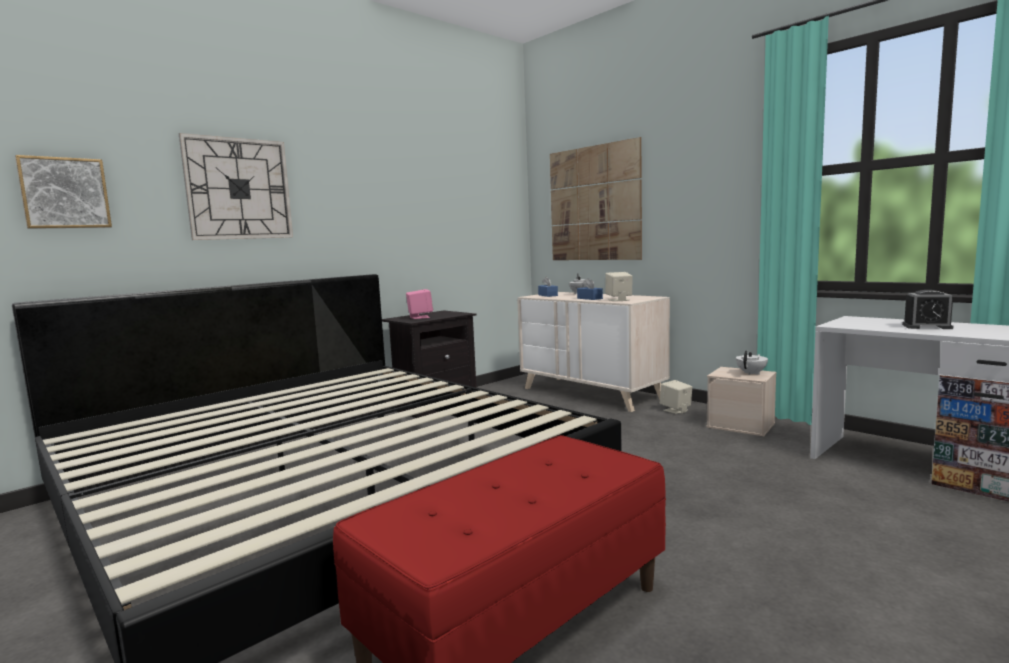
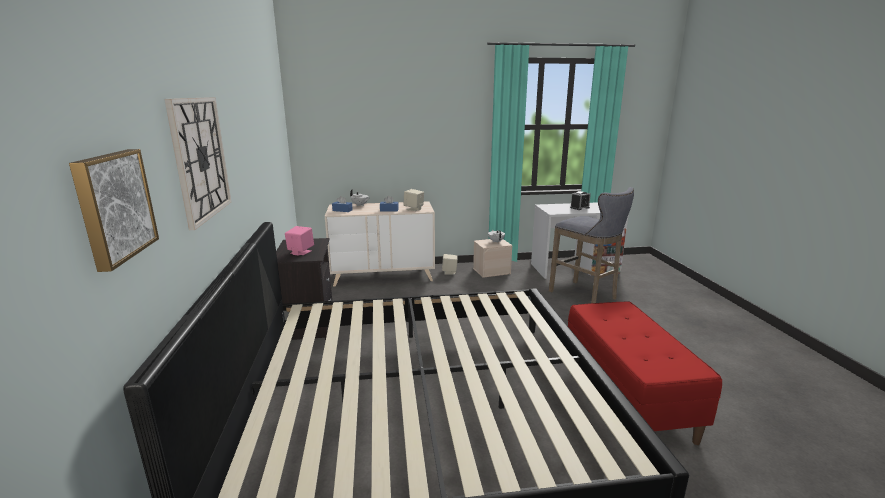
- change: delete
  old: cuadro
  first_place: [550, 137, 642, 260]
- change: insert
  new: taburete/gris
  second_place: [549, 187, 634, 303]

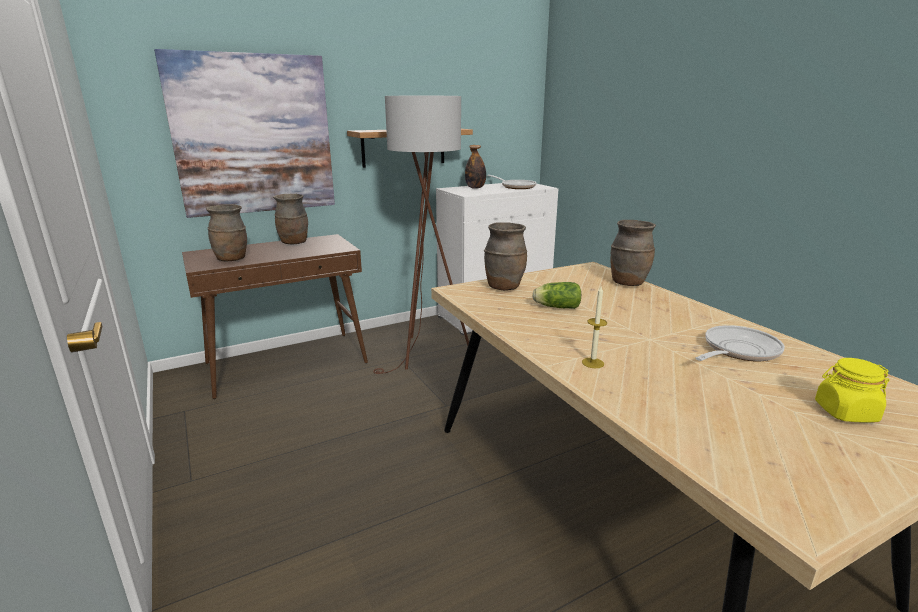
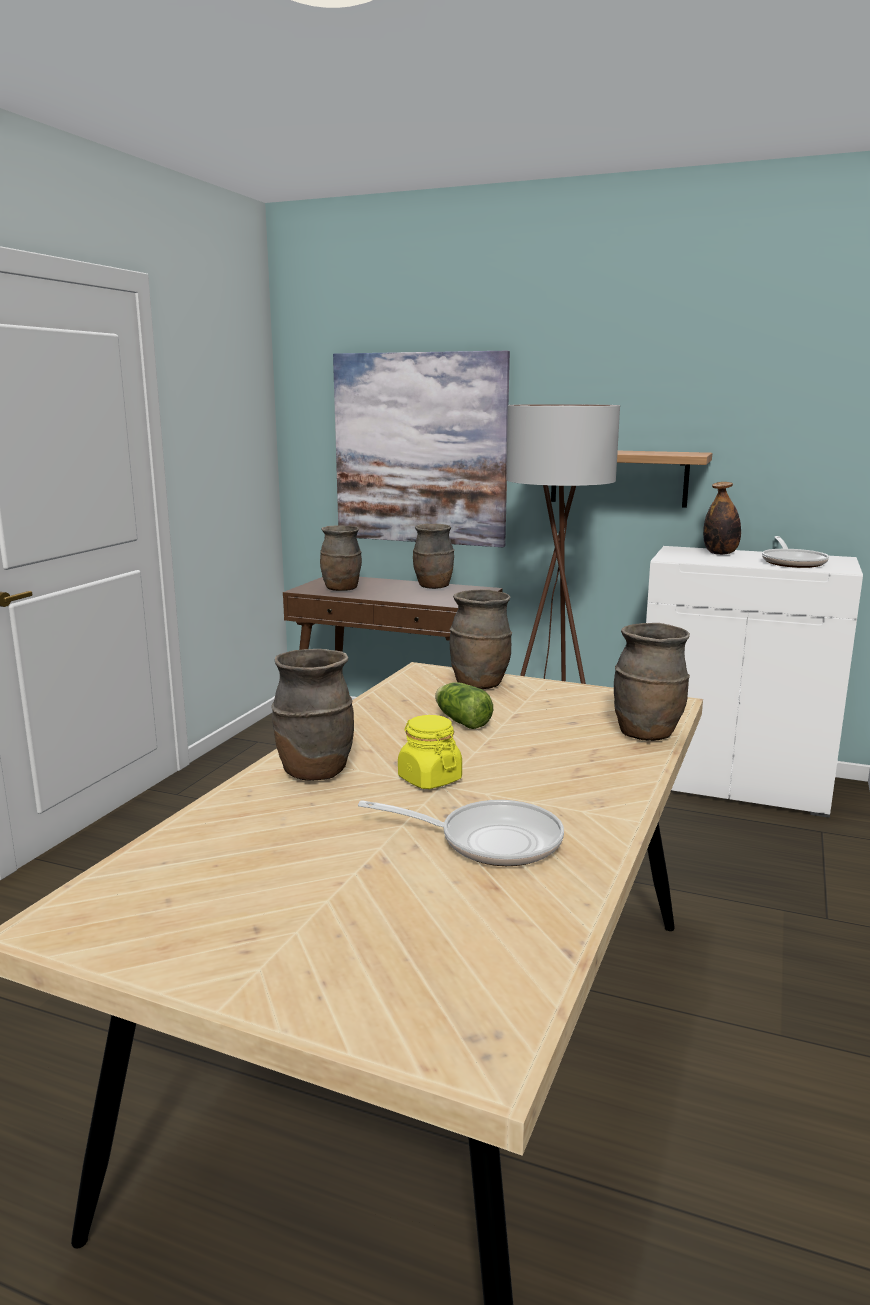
- change: move
  old: tarro/amarillo
  first_place: [815, 358, 889, 423]
  second_place: [398, 715, 462, 789]
- change: replace
  old: vela
  new: florero/marrón
  first_place: [582, 286, 607, 368]
  second_place: [271, 649, 354, 781]

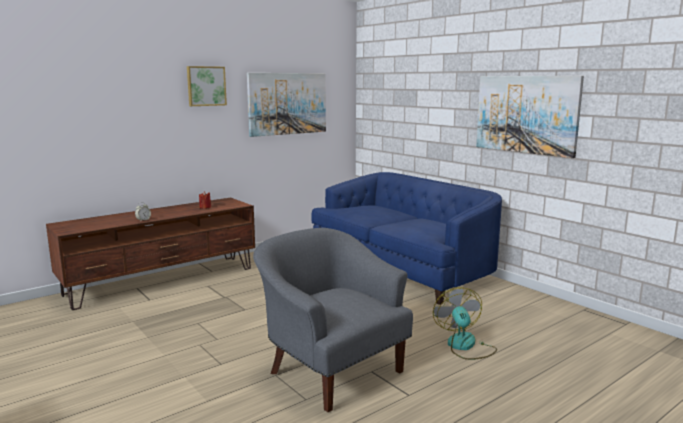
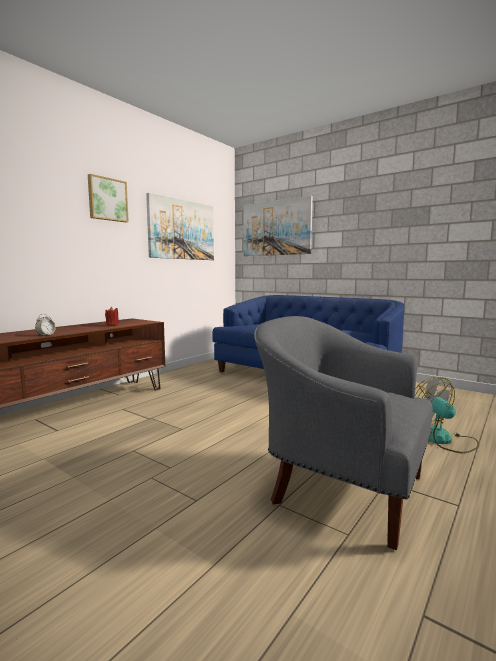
- change: move
  old: cuadro
  first_place: [476, 76, 584, 158]
  second_place: [244, 196, 313, 256]

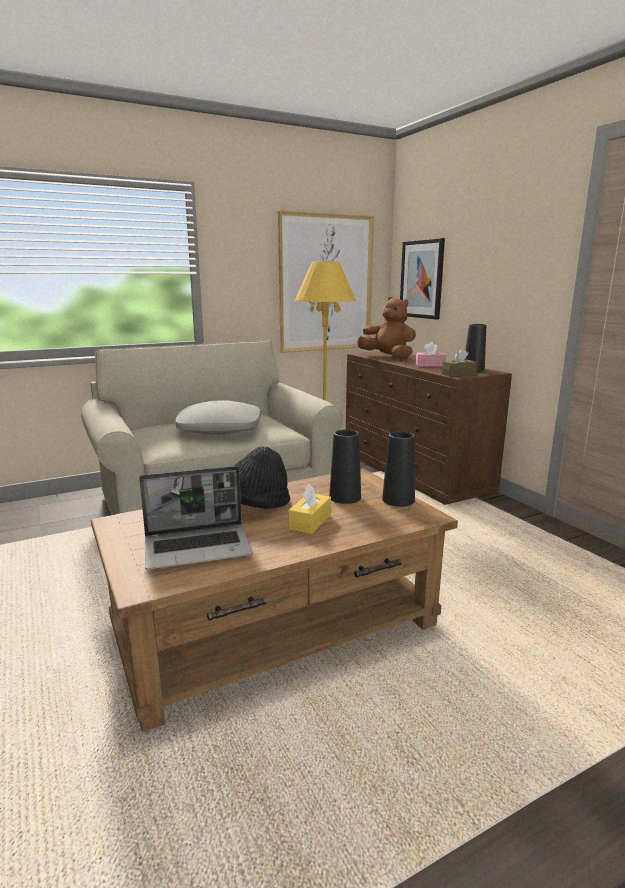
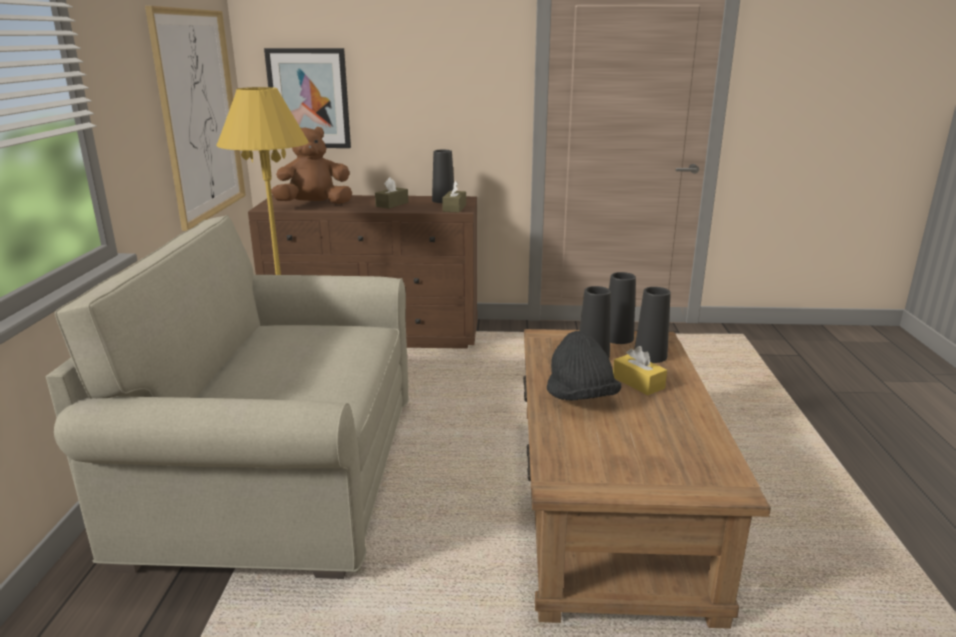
- change: delete
  old: portátil
  first_place: [139, 466, 253, 570]
- change: delete
  old: cojín/gris
  first_place: [175, 400, 261, 435]
- change: insert
  new: florero/negro
  second_place: [634, 287, 671, 363]
- change: recolor
  old: caja de pañuelos/rosa
  new: caja de pañuelos/marrón
  first_place: [416, 342, 446, 367]
  second_place: [375, 177, 408, 209]

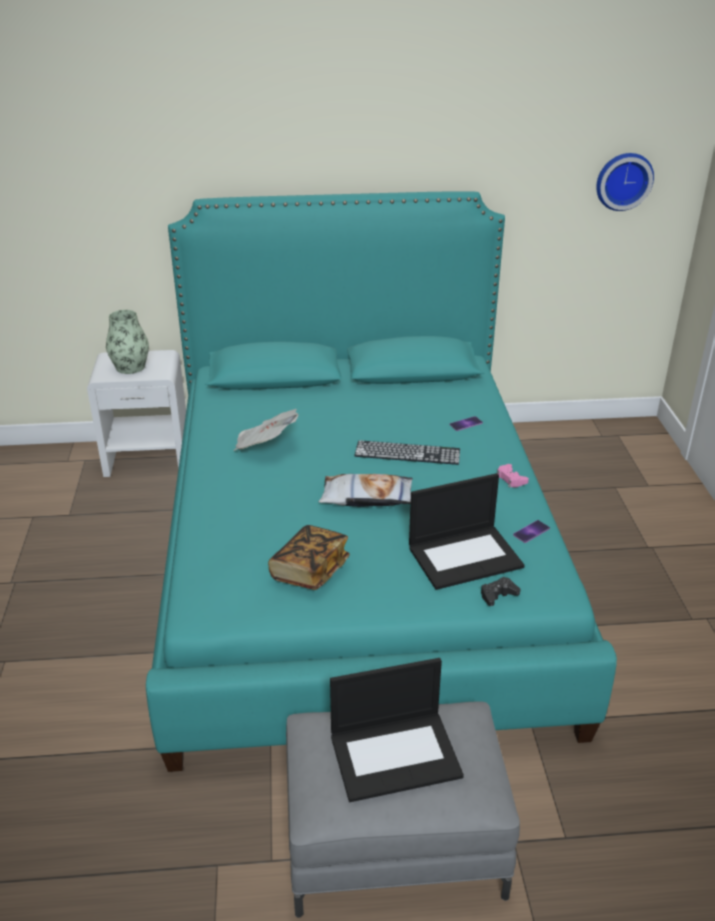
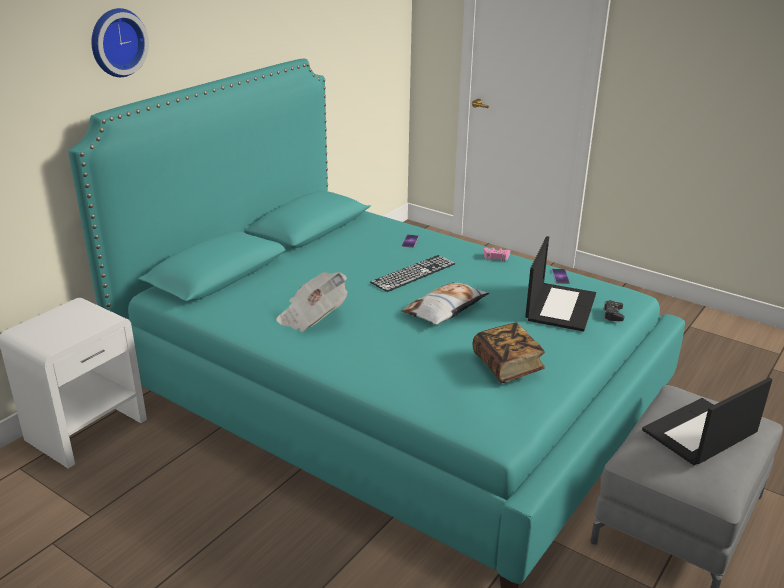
- change: delete
  old: florero
  first_place: [106, 310, 149, 374]
- change: move
  old: reloj de pared
  first_place: [596, 153, 654, 211]
  second_place: [91, 8, 149, 77]
- change: rotate
  old: portátil
  first_place: [330, 658, 464, 802]
  second_place: [642, 377, 772, 465]
  degrees: -150

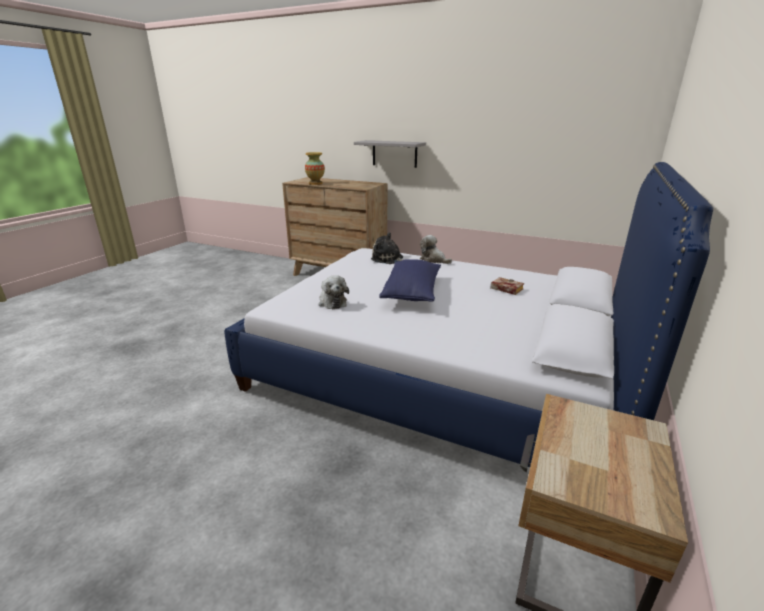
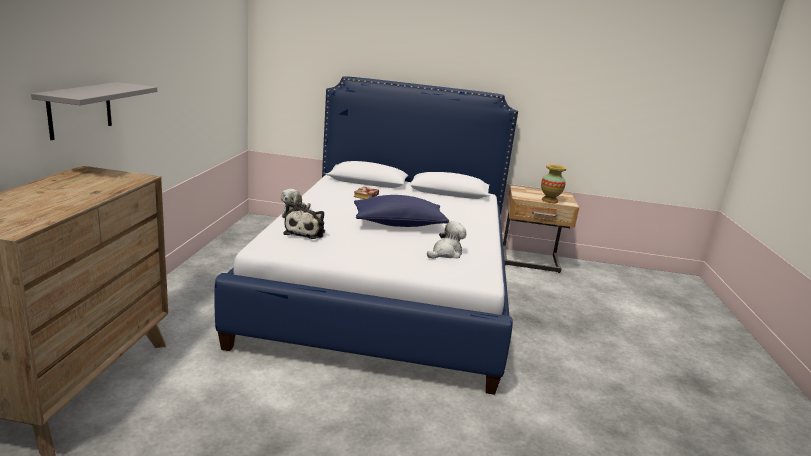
- change: move
  old: florero
  first_place: [305, 152, 325, 185]
  second_place: [541, 164, 566, 203]

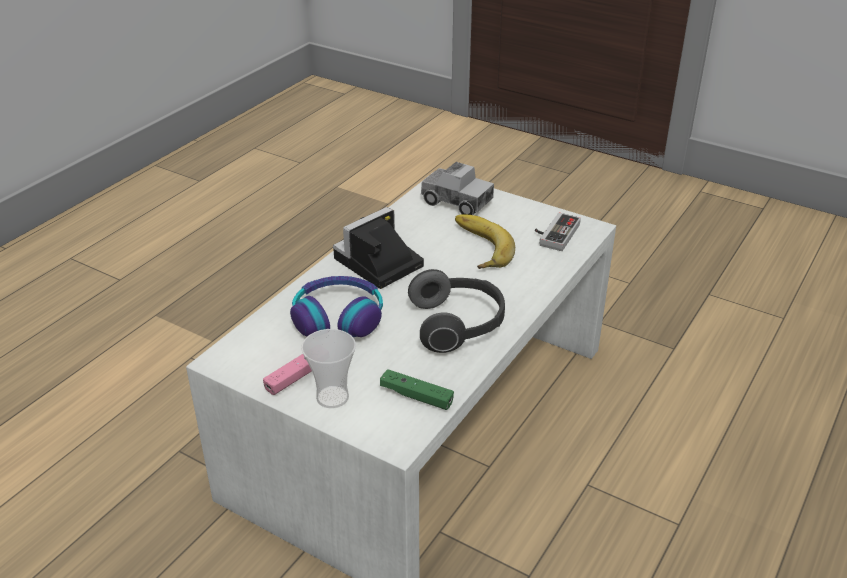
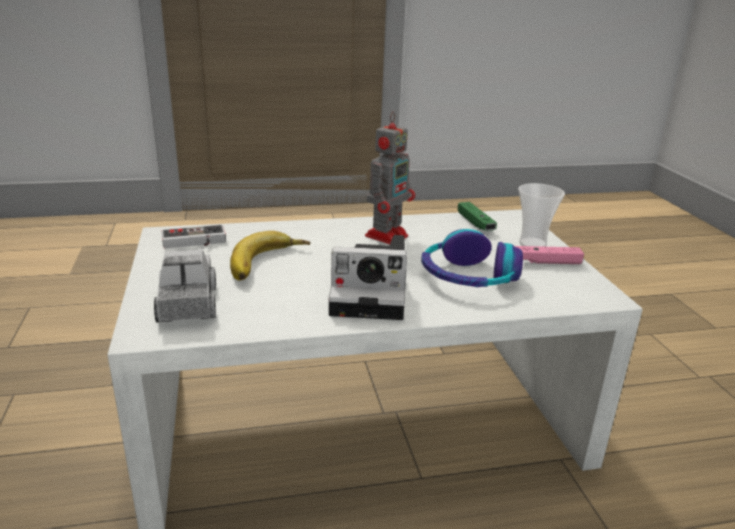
- change: replace
  old: auriculares
  new: robot de juguete
  first_place: [408, 269, 505, 353]
  second_place: [365, 112, 415, 244]

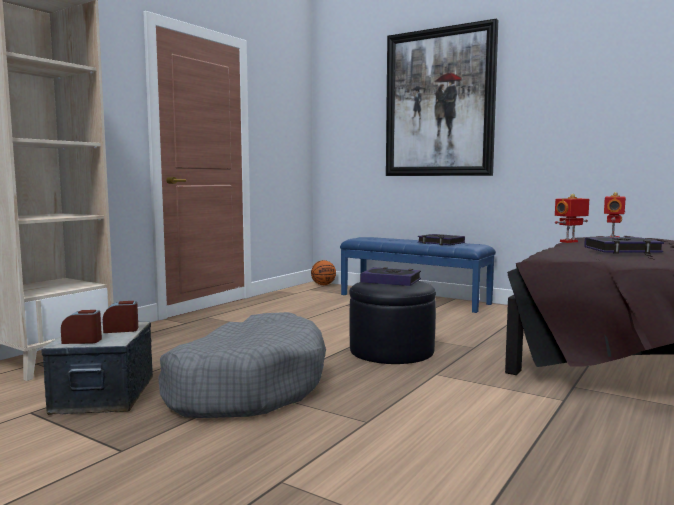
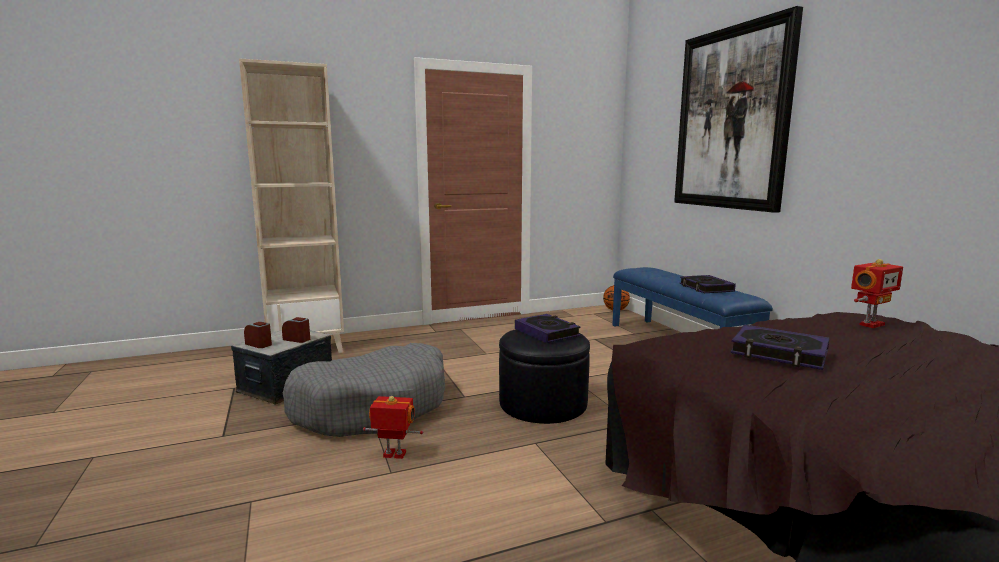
- change: move
  old: robot de juguete
  first_place: [555, 194, 589, 243]
  second_place: [363, 396, 423, 459]

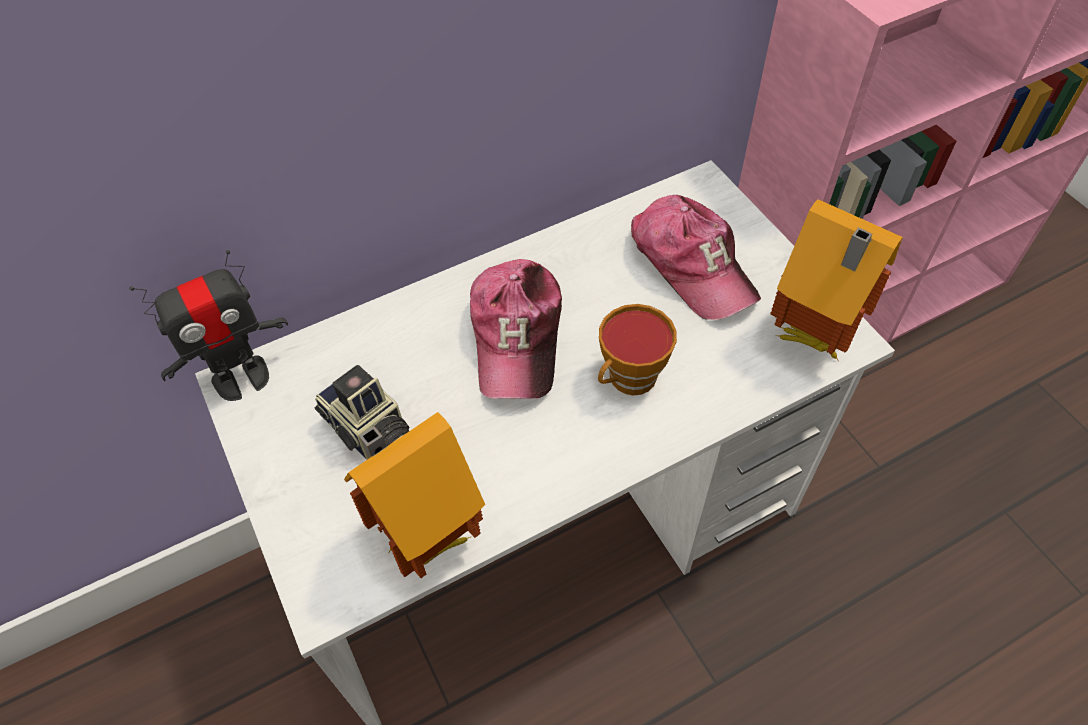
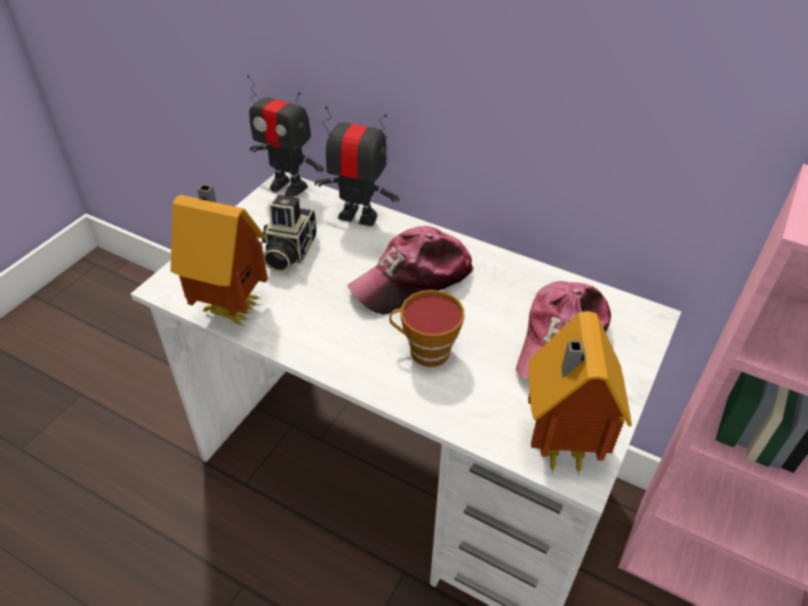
- change: insert
  new: robot de juguete
  second_place: [314, 106, 400, 226]

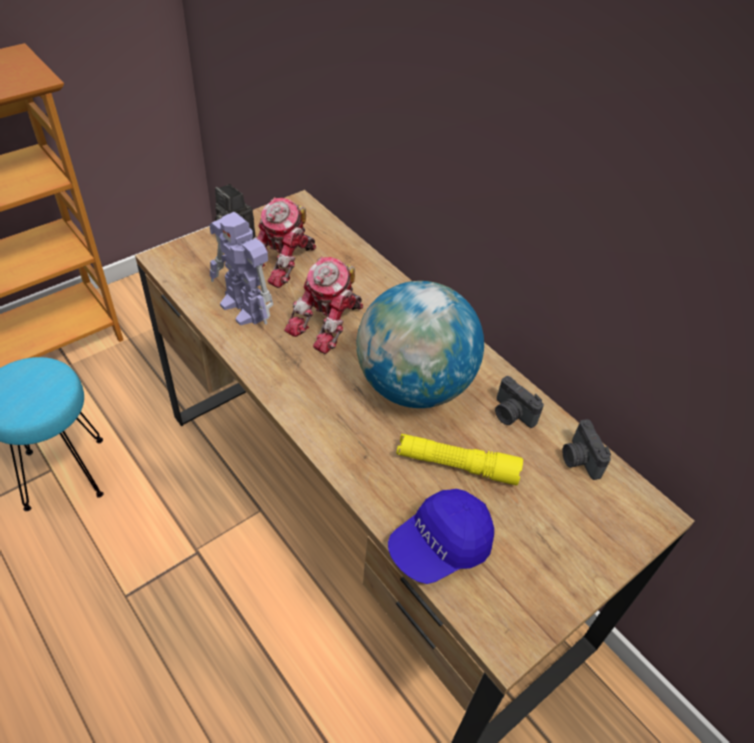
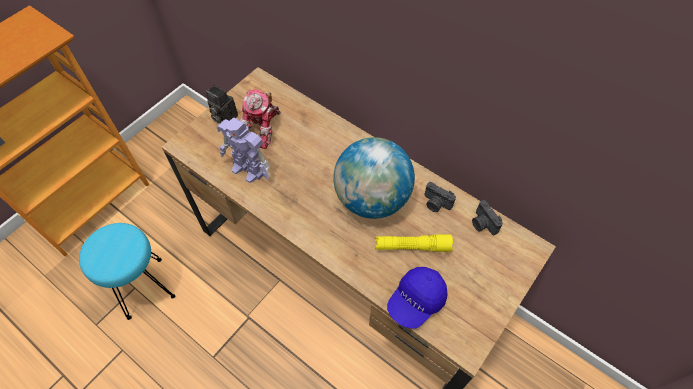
- change: delete
  old: robot de juguete
  first_place: [284, 256, 363, 354]

